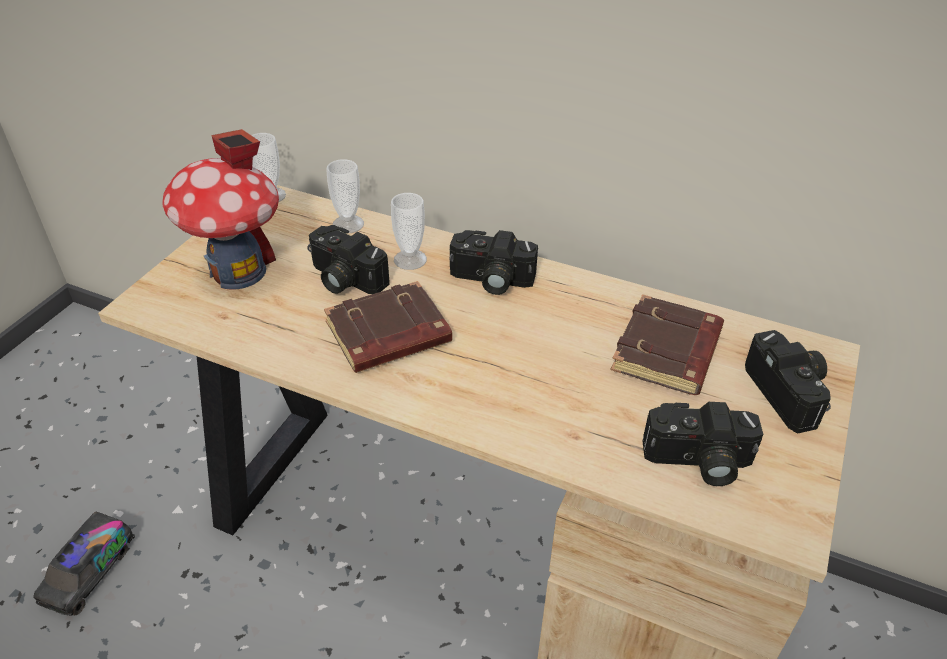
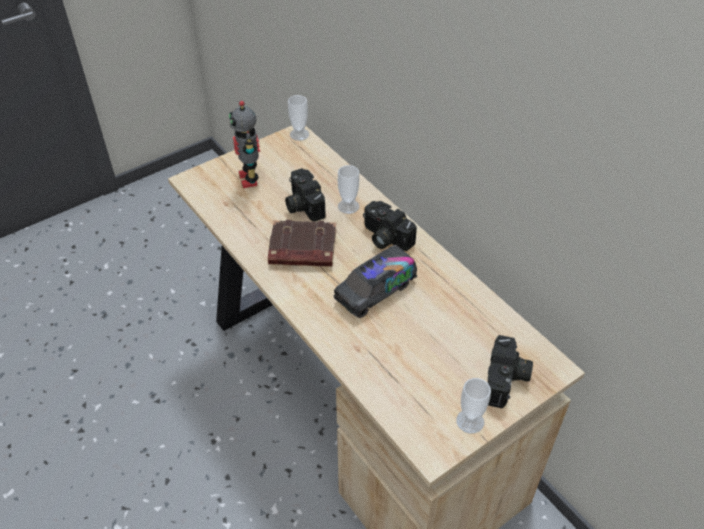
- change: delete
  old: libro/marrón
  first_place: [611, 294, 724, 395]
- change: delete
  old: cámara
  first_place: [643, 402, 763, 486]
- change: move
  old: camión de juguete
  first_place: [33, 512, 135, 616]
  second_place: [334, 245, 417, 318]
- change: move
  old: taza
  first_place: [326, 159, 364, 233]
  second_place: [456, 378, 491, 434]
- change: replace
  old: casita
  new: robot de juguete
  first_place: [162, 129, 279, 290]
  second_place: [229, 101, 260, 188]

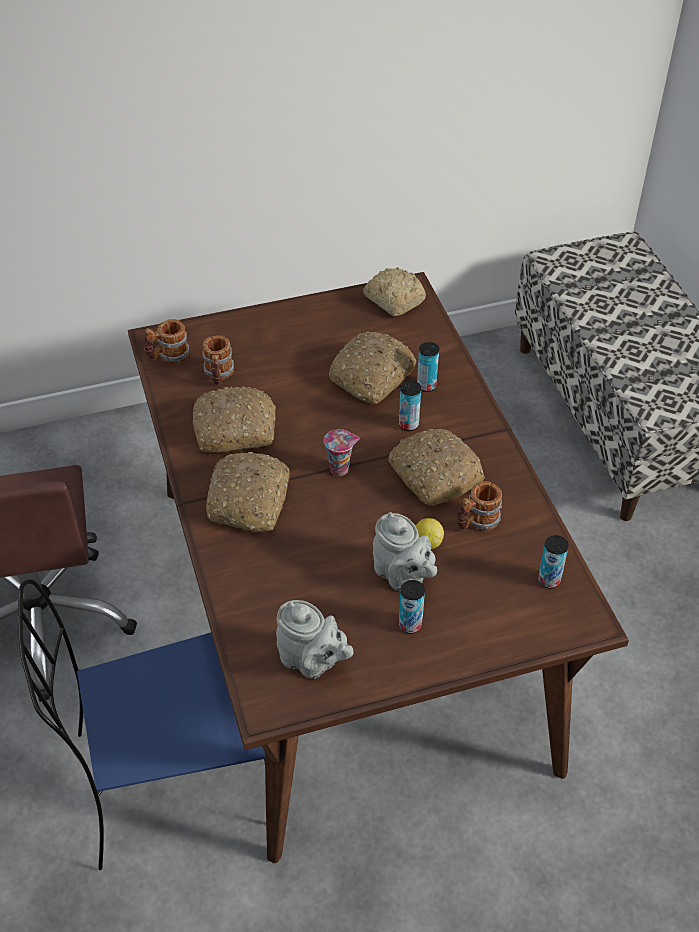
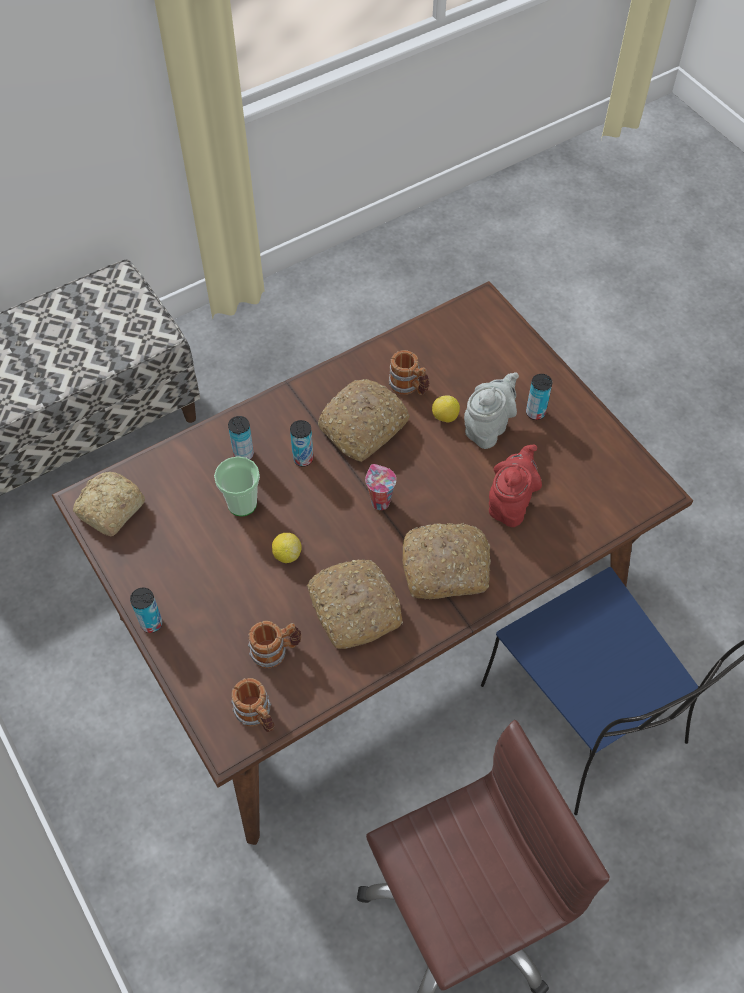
- change: delete
  old: tetera/gris
  first_place: [276, 600, 354, 679]
- change: insert
  new: limón
  second_place: [272, 533, 302, 563]
- change: insert
  new: tetera/rojo
  second_place: [489, 444, 542, 527]
- change: move
  old: lata
  first_place: [538, 535, 569, 588]
  second_place: [130, 588, 163, 633]
- change: replace
  old: pan
  new: taza
  first_place: [329, 331, 417, 404]
  second_place: [214, 456, 260, 517]

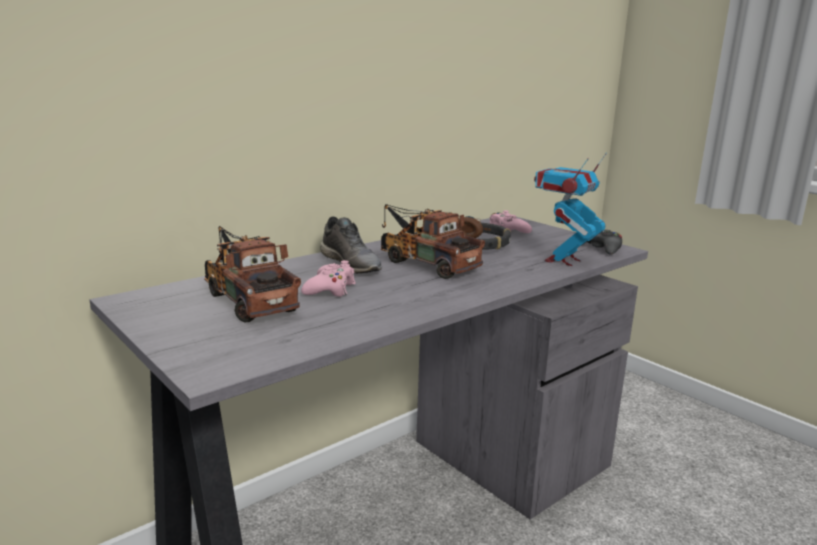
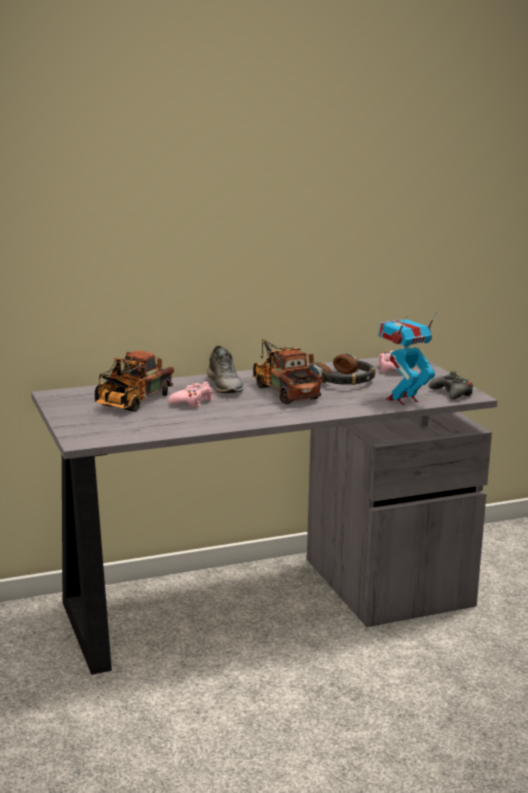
- change: rotate
  old: camión de juguete
  first_place: [204, 226, 301, 322]
  second_place: [94, 351, 174, 412]
  degrees: -135

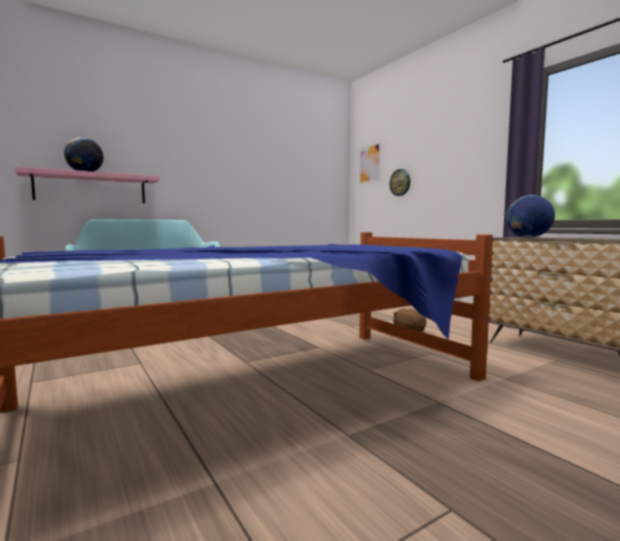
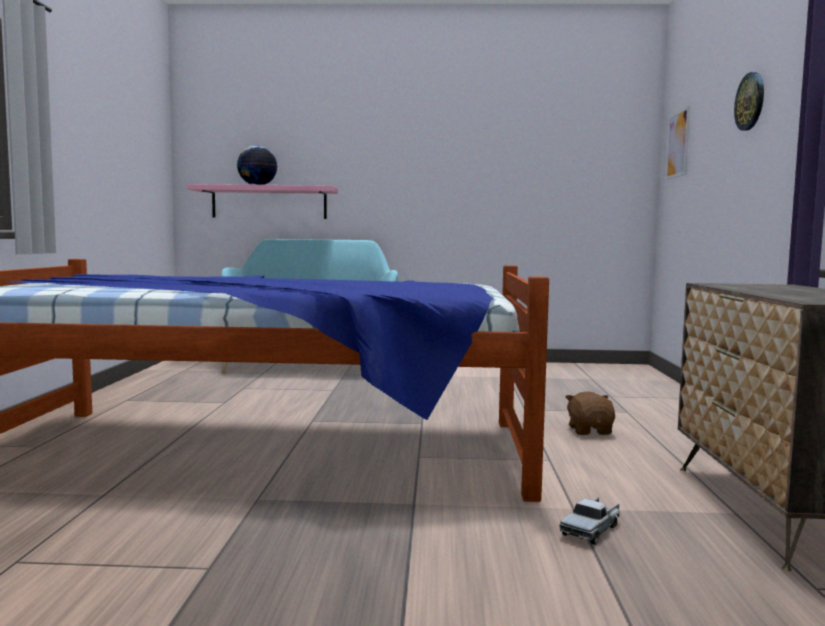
- change: delete
  old: globo terráqueo
  first_place: [506, 195, 555, 238]
- change: insert
  new: camión de juguete
  second_place: [559, 497, 620, 545]
- change: move
  old: reloj de pared
  first_place: [390, 169, 410, 196]
  second_place: [734, 72, 764, 131]

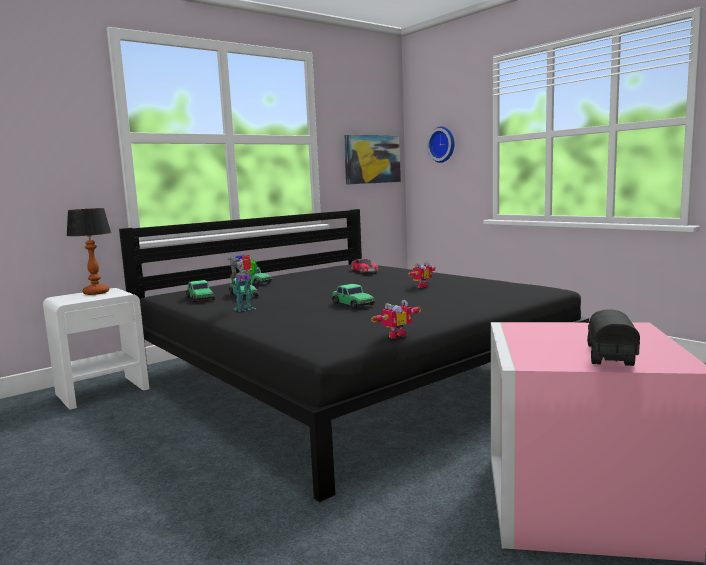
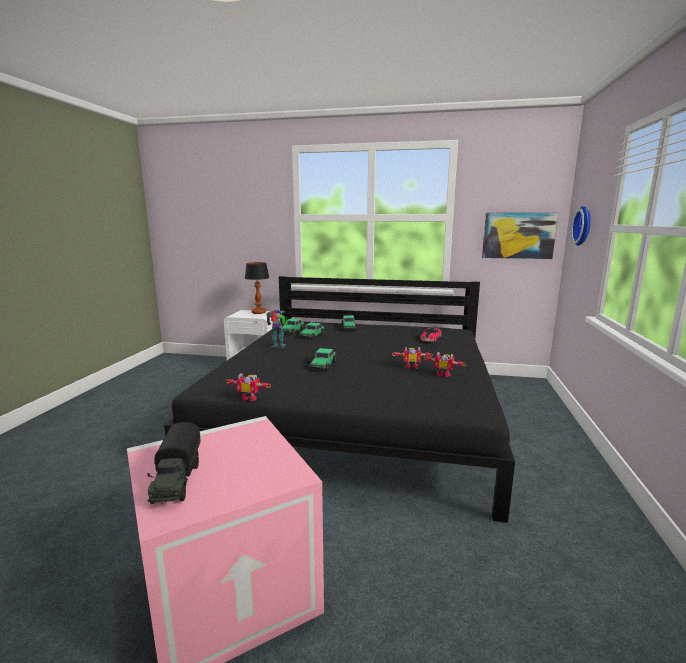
- change: insert
  new: robot de juguete
  second_place: [424, 352, 466, 377]
- change: rotate
  old: camión de juguete
  first_place: [586, 309, 640, 366]
  second_place: [147, 422, 201, 504]
  degrees: 105

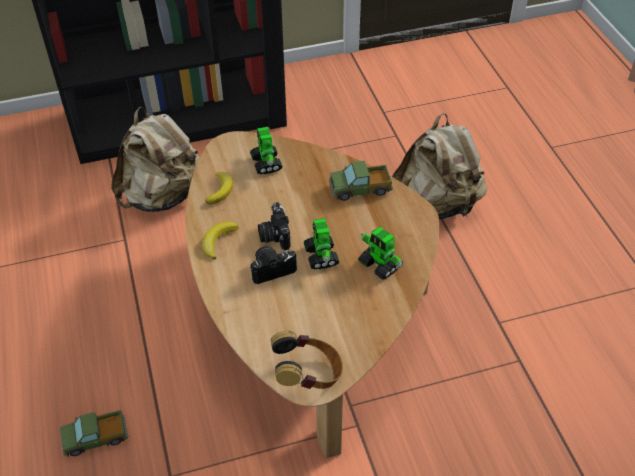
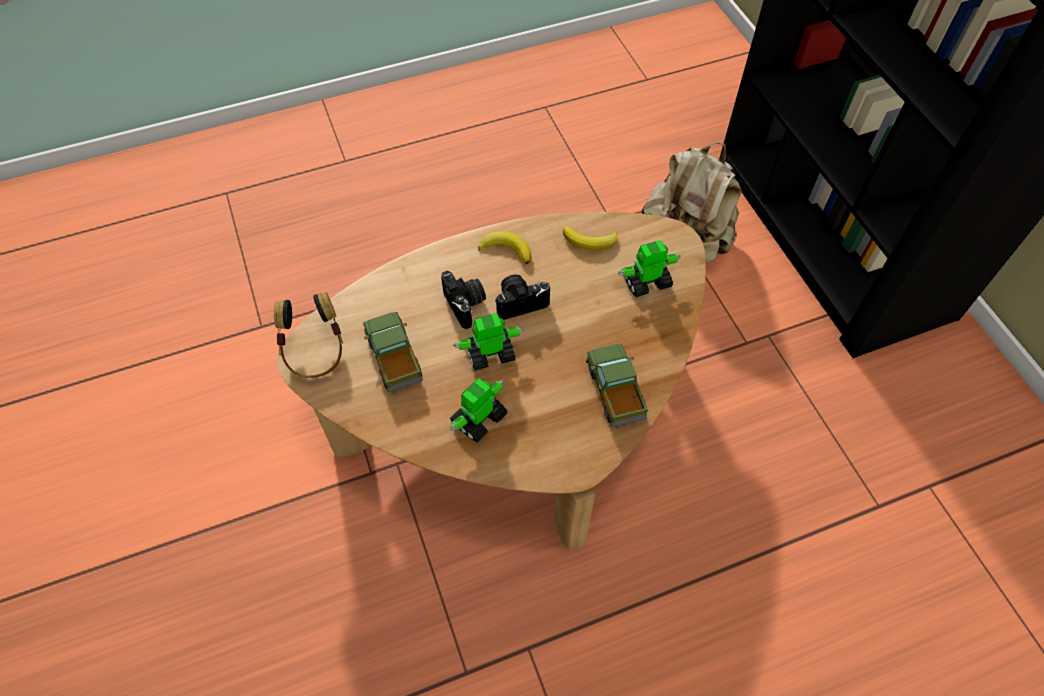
- change: delete
  old: mochila/beis
  first_place: [392, 113, 487, 219]
- change: move
  old: camión de juguete
  first_place: [60, 410, 129, 457]
  second_place: [363, 312, 423, 393]

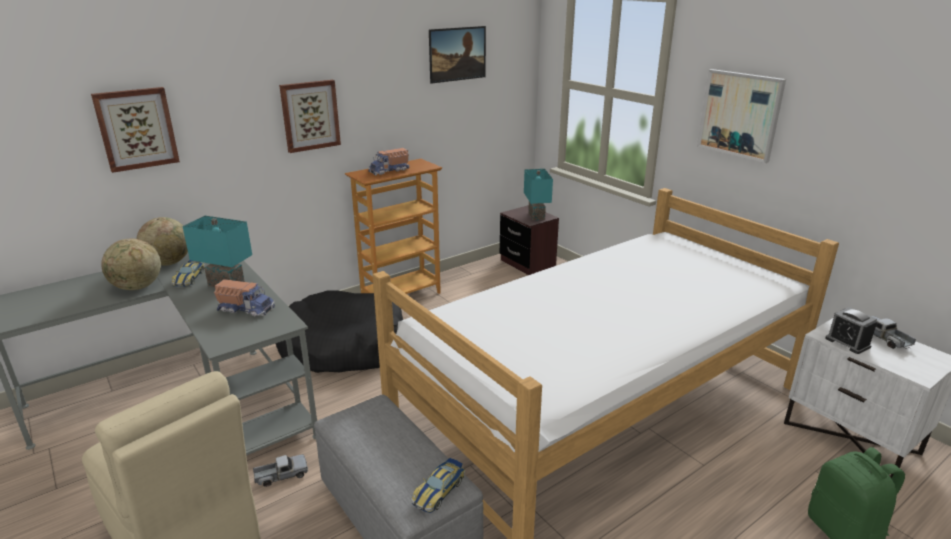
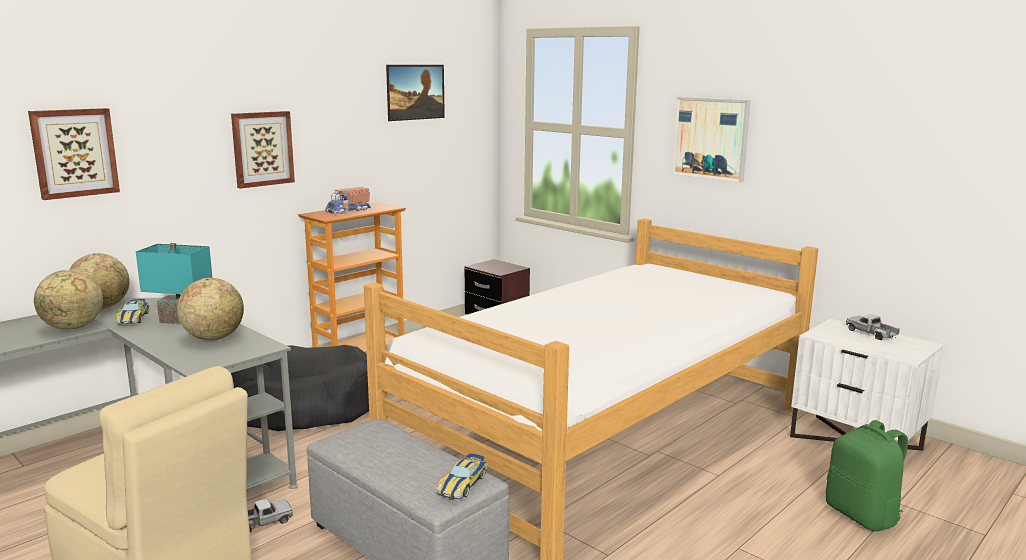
- change: delete
  old: lámpara de mesa/turquesa
  first_place: [524, 169, 553, 220]
- change: delete
  old: despertador
  first_place: [825, 307, 877, 354]
- change: replace
  old: camión de juguete
  new: globo terráqueo
  first_place: [214, 279, 275, 317]
  second_place: [177, 278, 244, 340]

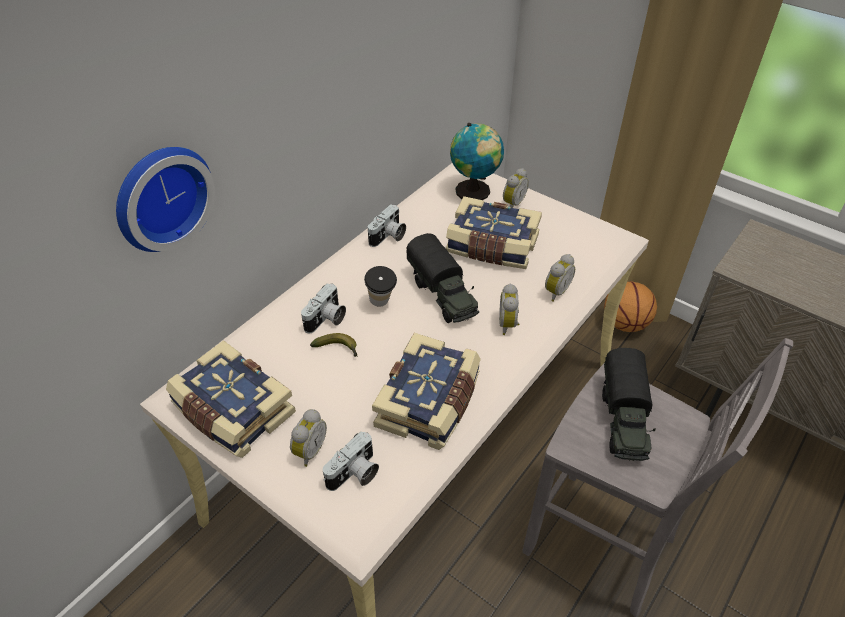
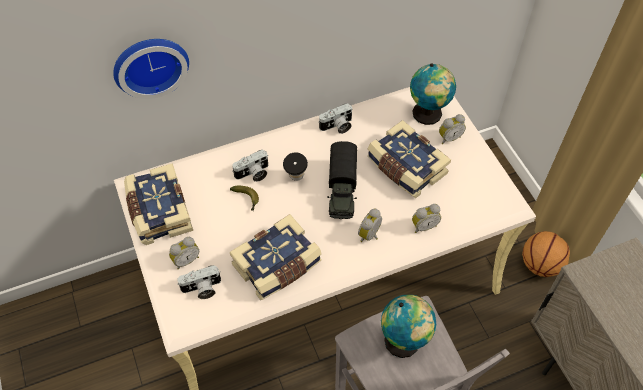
- change: replace
  old: camión de juguete
  new: globo terráqueo
  first_place: [602, 348, 656, 461]
  second_place: [381, 295, 436, 358]

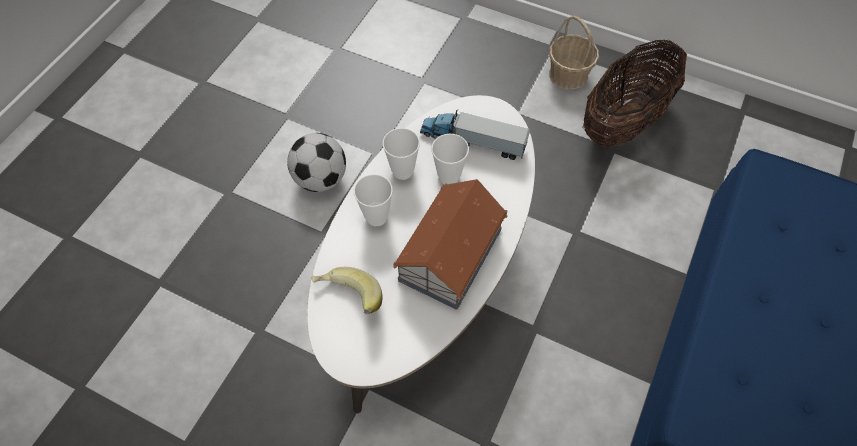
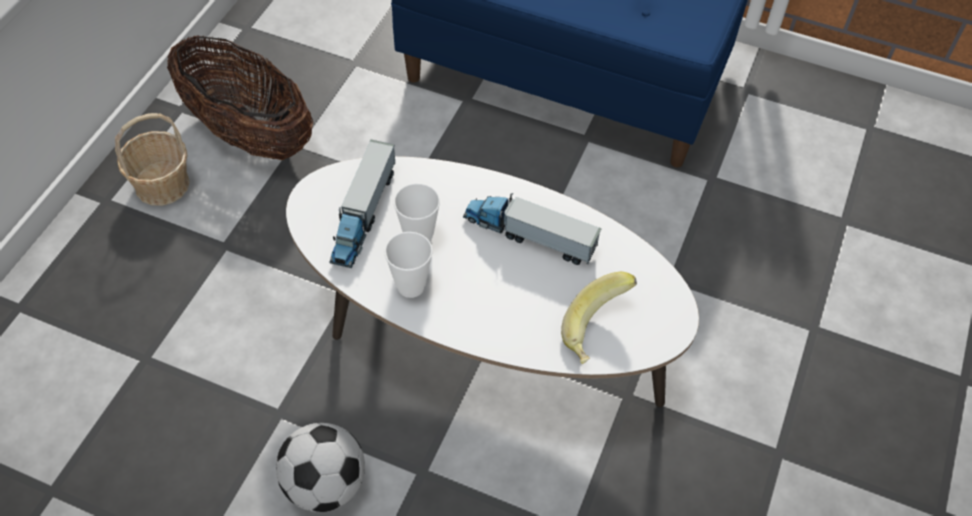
- change: delete
  old: taza
  first_place: [354, 174, 393, 226]
- change: replace
  old: casita
  new: camión de juguete
  first_place: [393, 179, 508, 310]
  second_place: [463, 193, 602, 265]

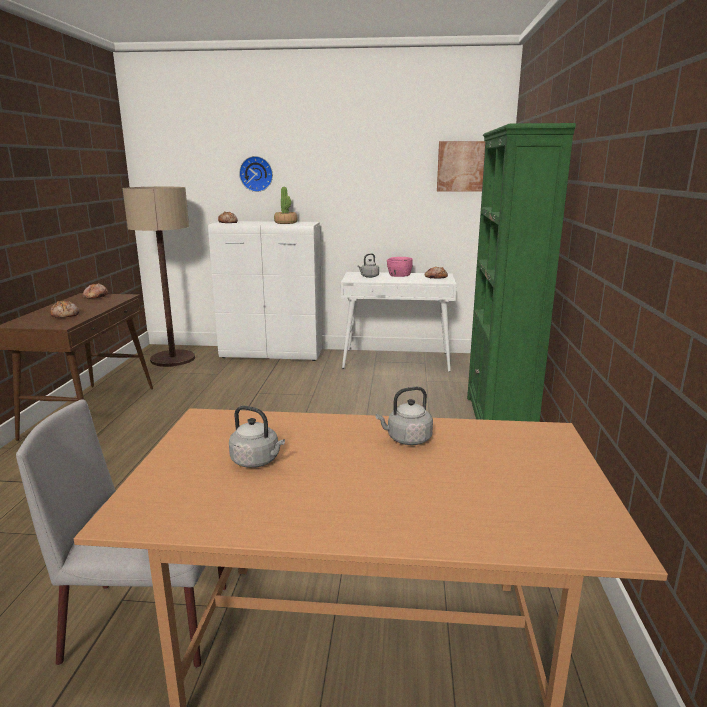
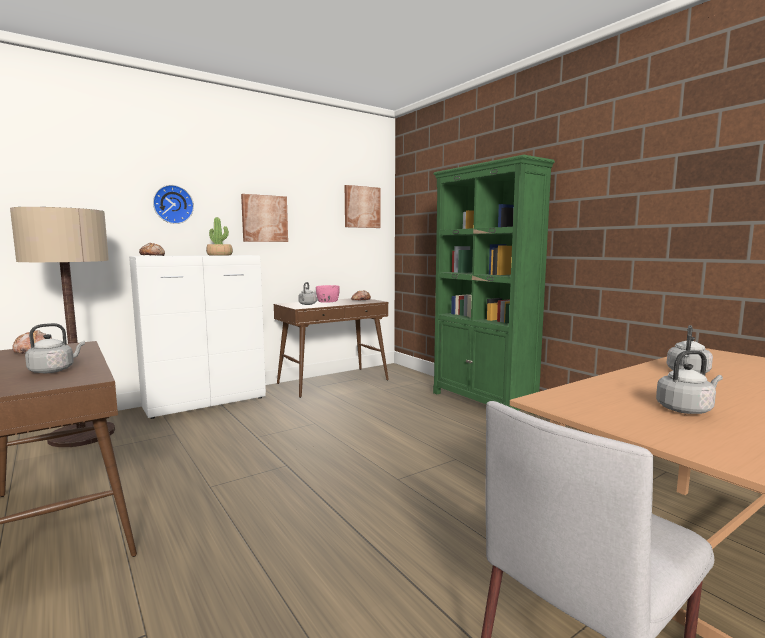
- change: insert
  new: cuadro
  second_place: [241, 194, 288, 242]
- change: replace
  old: pan
  new: hervidor/gris
  first_place: [50, 301, 79, 318]
  second_place: [25, 323, 85, 373]
- change: recolor
  old: mesa consola/blanco
  new: mesa consola/marrón
  first_place: [341, 272, 457, 372]
  second_place: [274, 298, 389, 398]

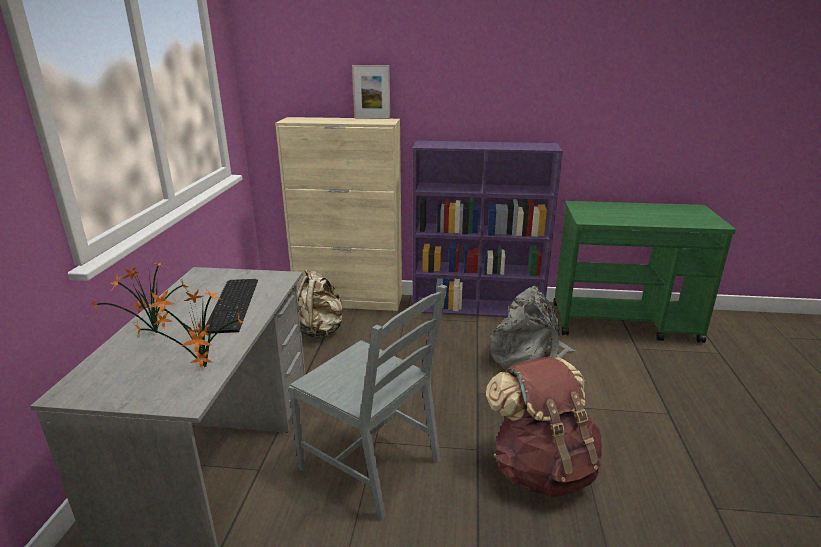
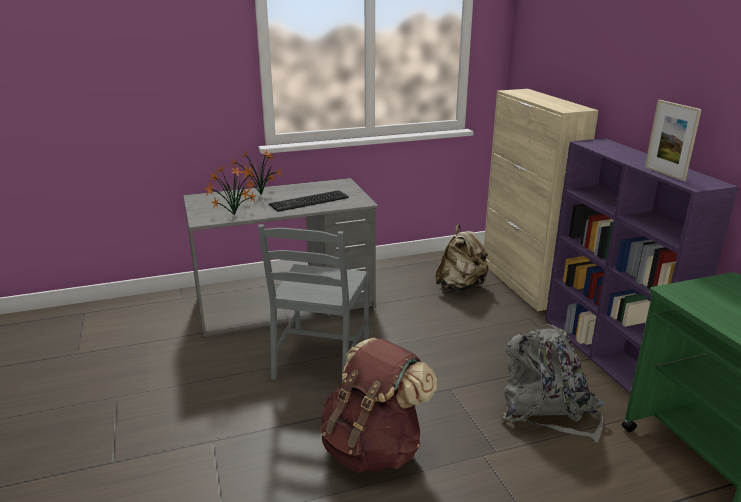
- change: move
  old: portarretratos
  first_place: [352, 65, 390, 119]
  second_place: [645, 100, 702, 181]

